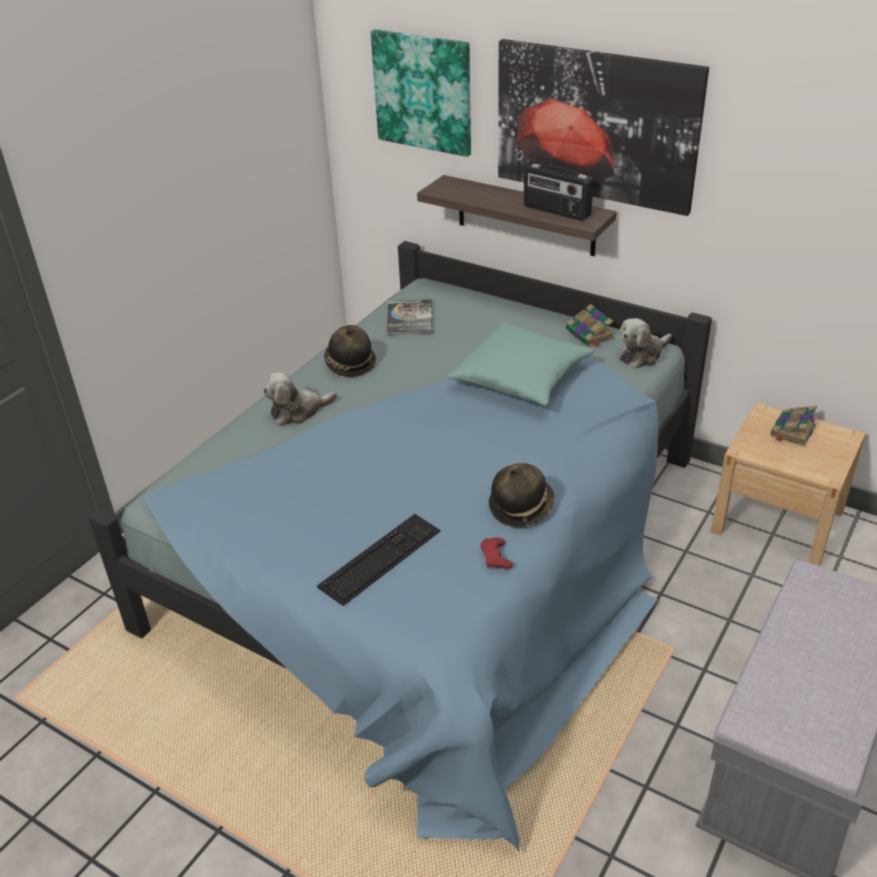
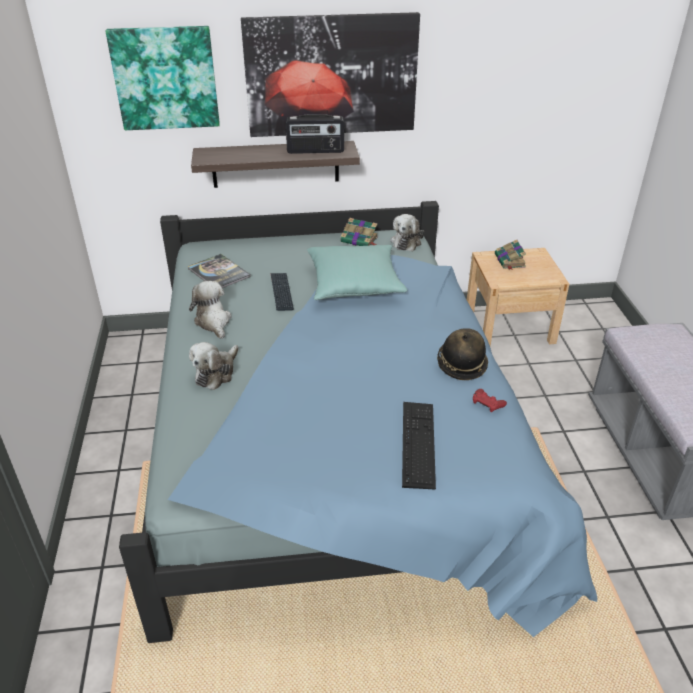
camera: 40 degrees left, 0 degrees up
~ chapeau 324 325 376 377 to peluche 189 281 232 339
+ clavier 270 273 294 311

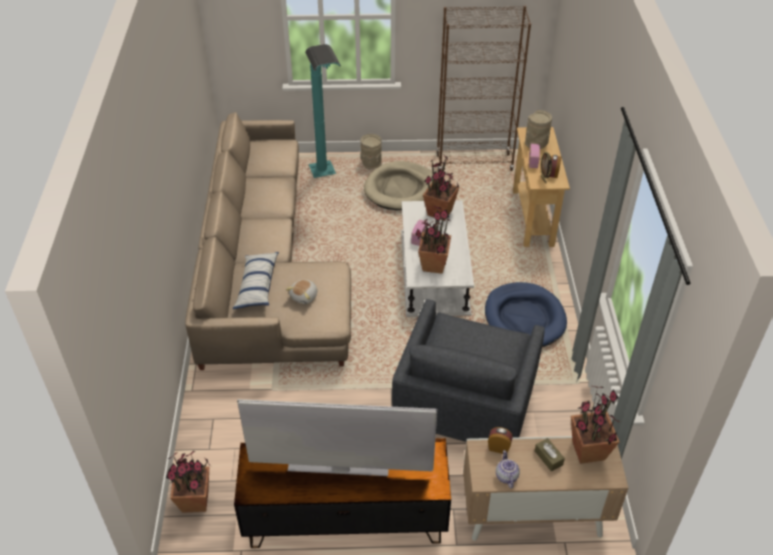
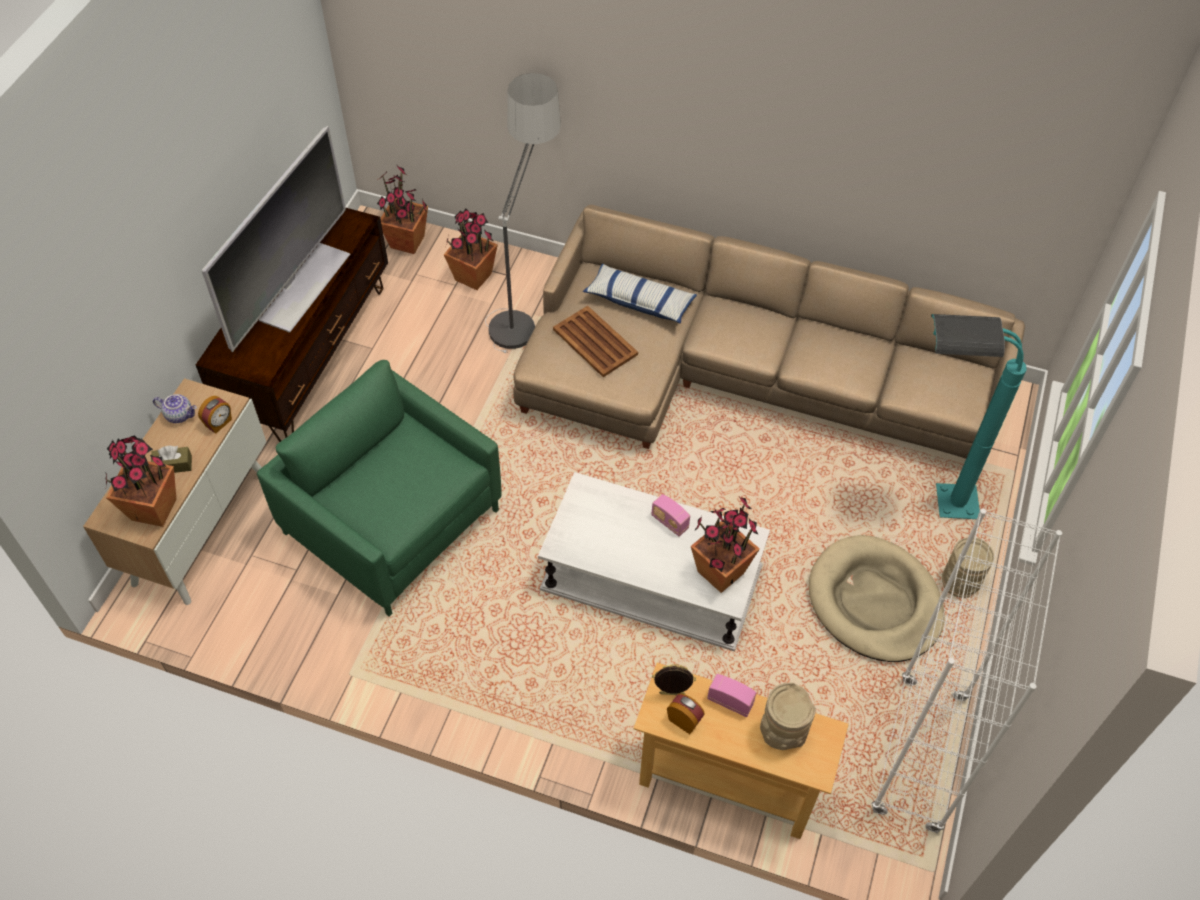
camera: 110 degrees right, 10 degrees up
~ peluche 286 280 318 304 to plateau [marron] 553 306 638 377
~ fauteuil [gris] 392 299 545 442 to fauteuil [vert] 257 360 502 617
~ plante en pot 415 205 452 274 to 444 209 498 290
~ bibliothèque [marron] 436 6 531 171 to bibliothèque [blanc] 872 509 1062 834
- panier pour chien [bleu] 485 282 567 347
+ lampadaire 485 73 561 353

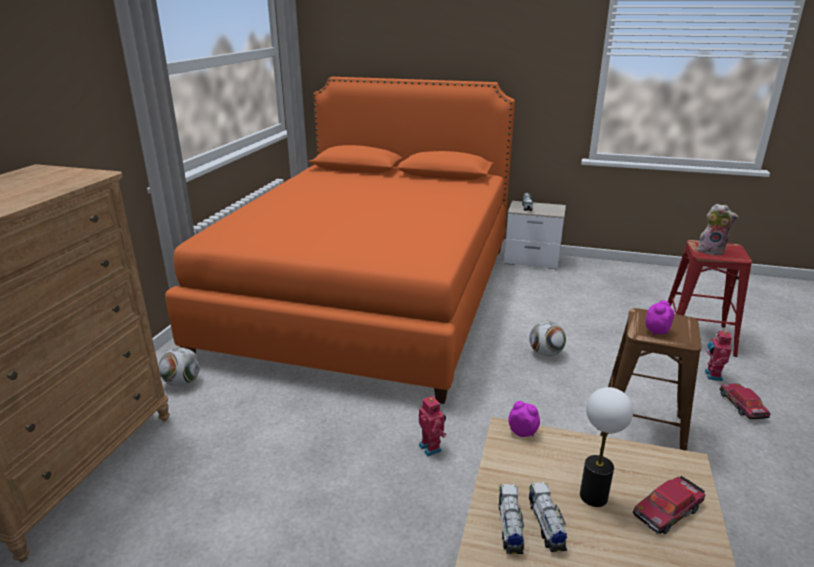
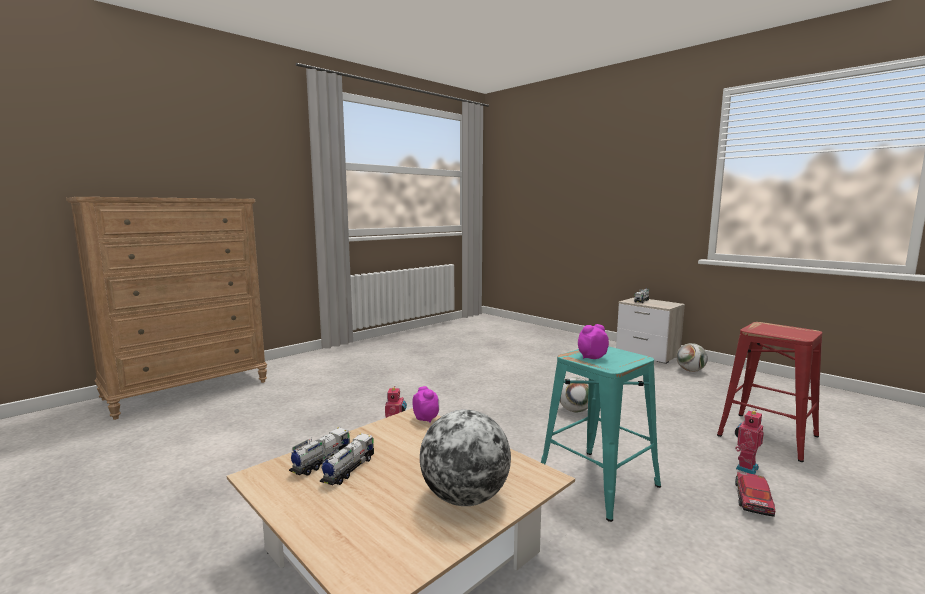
camera: 30 degrees right, 15 degrees down
~ ballon de foot 159 347 200 386 to 676 343 708 372
- lit [orange] 165 77 515 404
- lampe de table 580 387 633 507
~ tabouret [marron] 600 308 702 451 to tabouret [turquoise] 541 346 661 522
~ petite voiture 633 476 705 534 to globe 420 410 511 506
- peluche 697 204 739 255

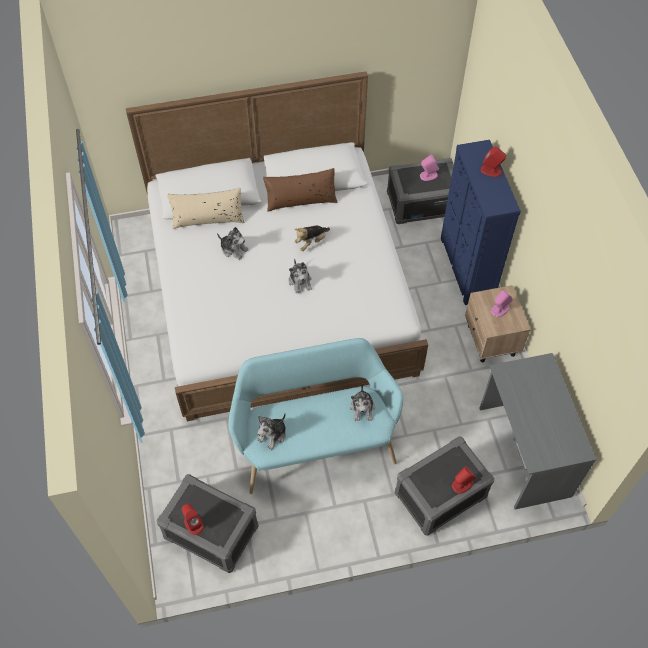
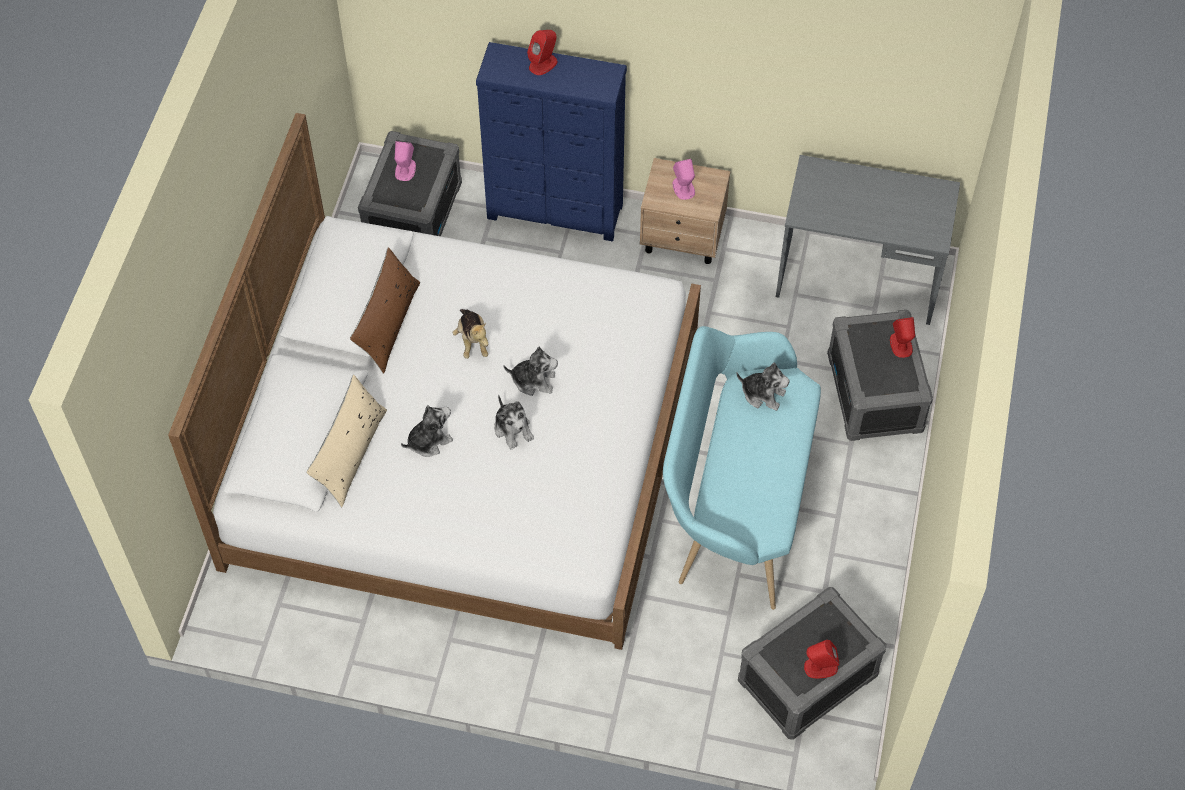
camera: 65 degrees left, 0 degrees up
~ peluche 257 414 286 450 to 494 395 534 449

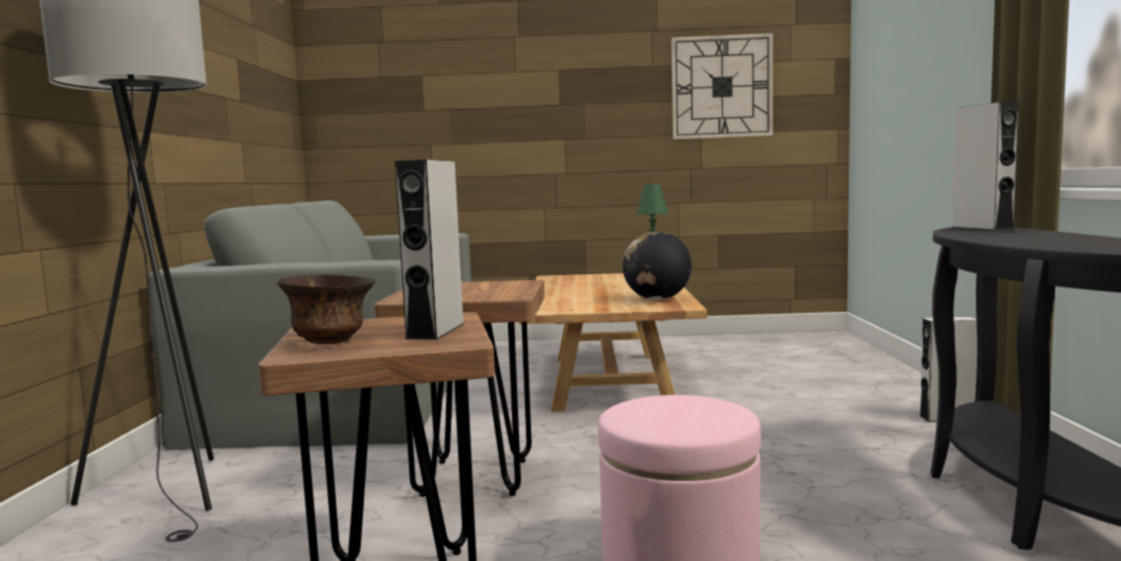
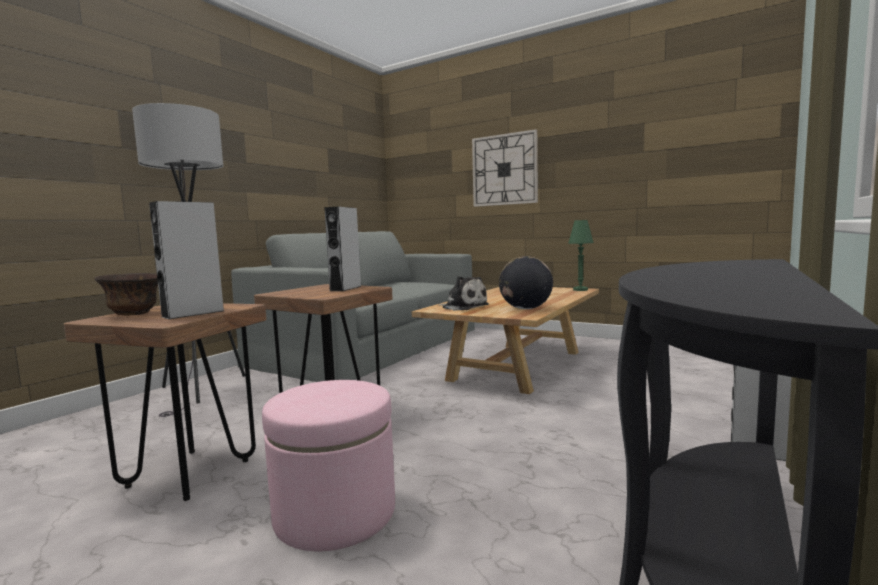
camera: 30 degrees right, 0 degrees up
~ horloge murale 671 33 773 140 to 472 129 538 207
~ enceinte [gris] 951 102 1019 231 to 324 207 361 291
+ peluche 439 276 489 311

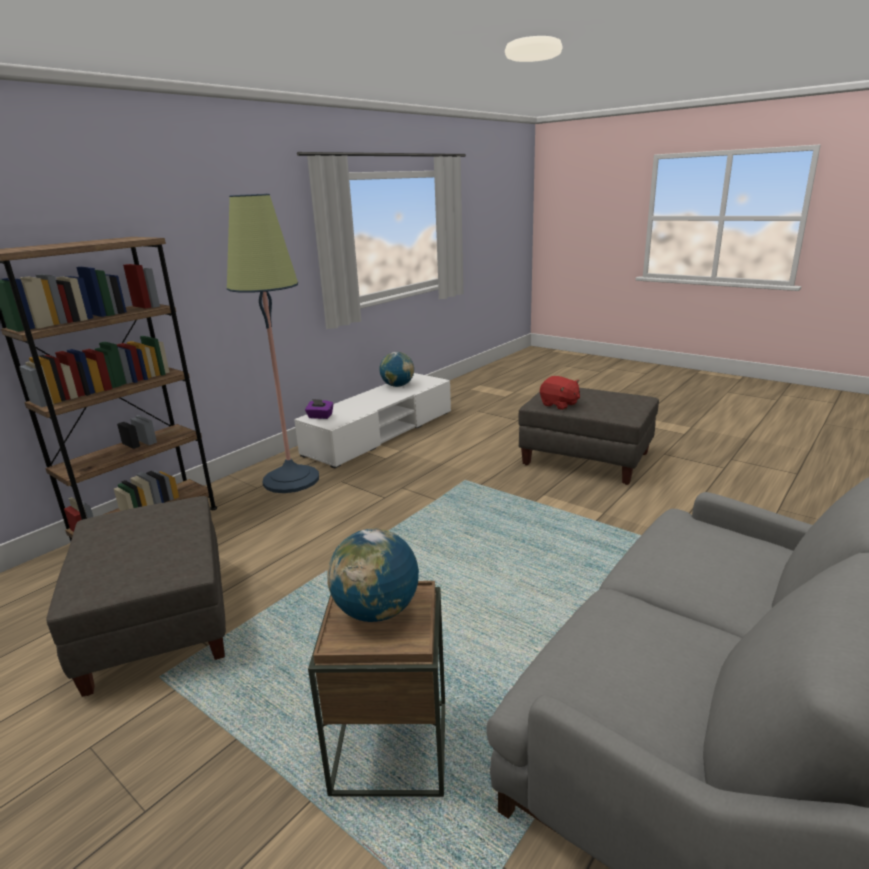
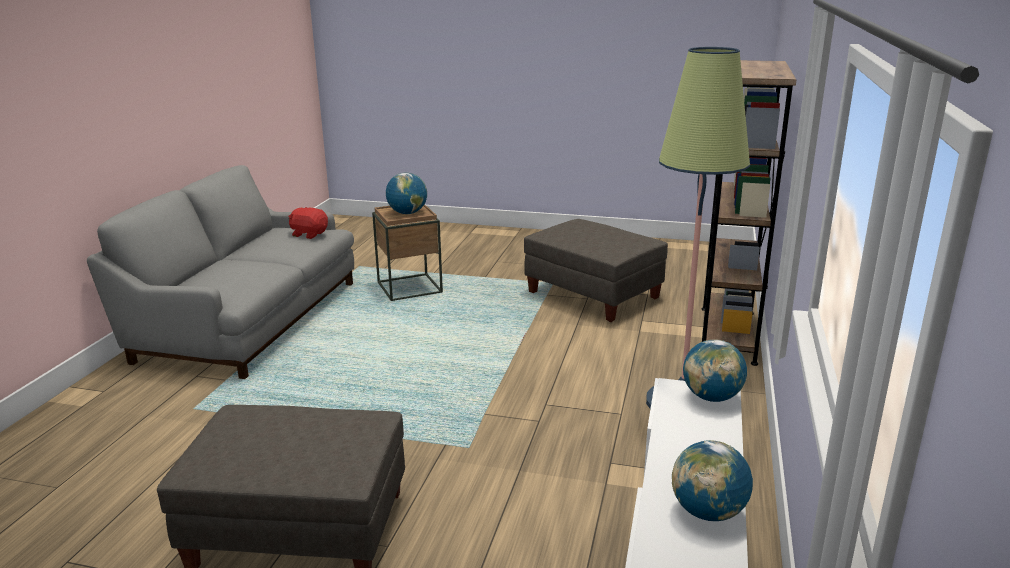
camera: 155 degrees right, 0 degrees up
~ boîte à mouchoirs [violet] 305 399 333 419 to globe 683 339 747 402
~ peluche [rouge] 540 376 580 410 to 288 207 328 239

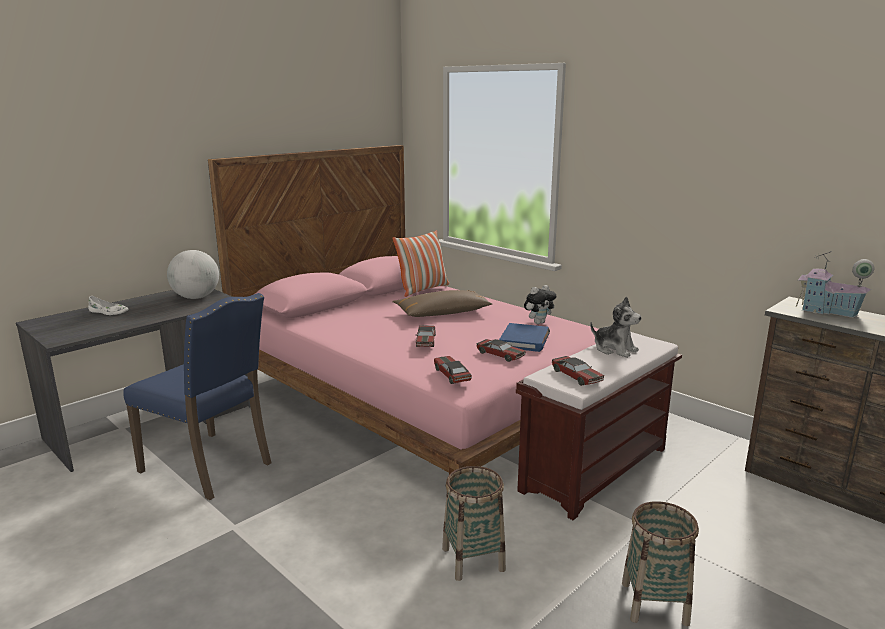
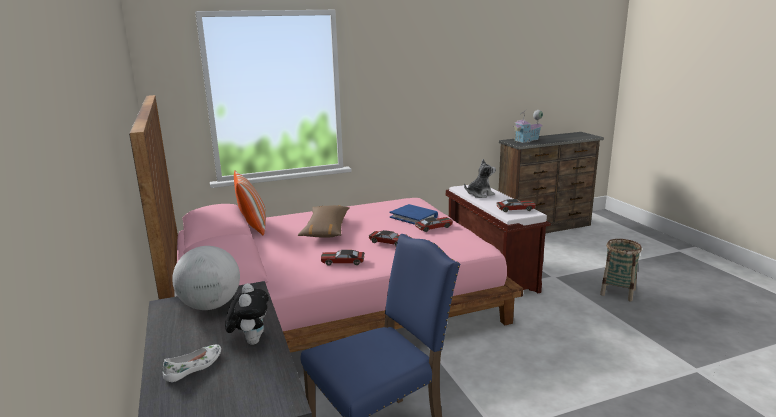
camera: 65 degrees left, 0 degrees up
~ petite voiture 434 356 472 384 to 321 250 365 266
- panier 442 466 506 581
~ peluche 524 285 556 324 to 225 283 269 345

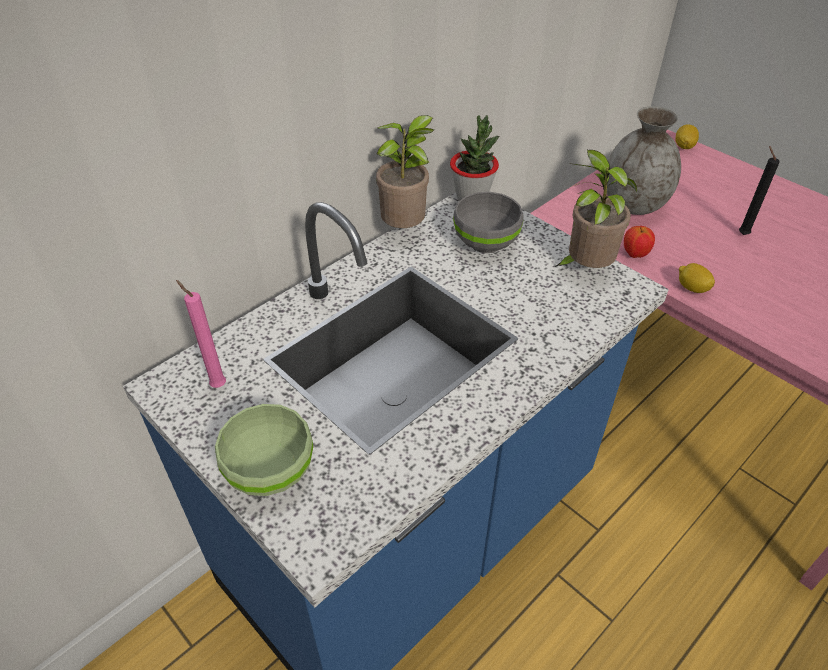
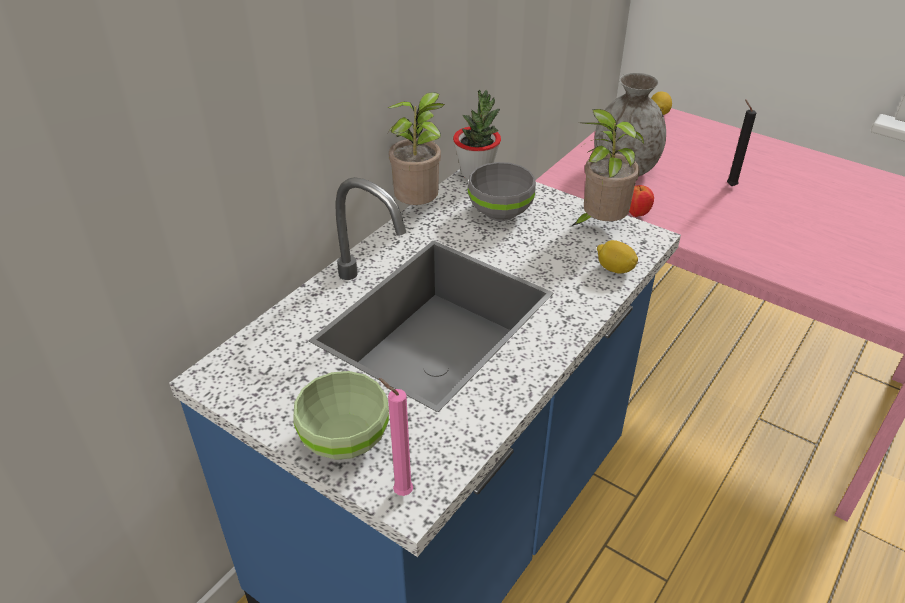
camera: 10 degrees left, 5 degrees down
~ bougie [rose] 176 280 226 388 to 379 378 413 496
~ citron 679 263 715 293 to 597 240 638 274

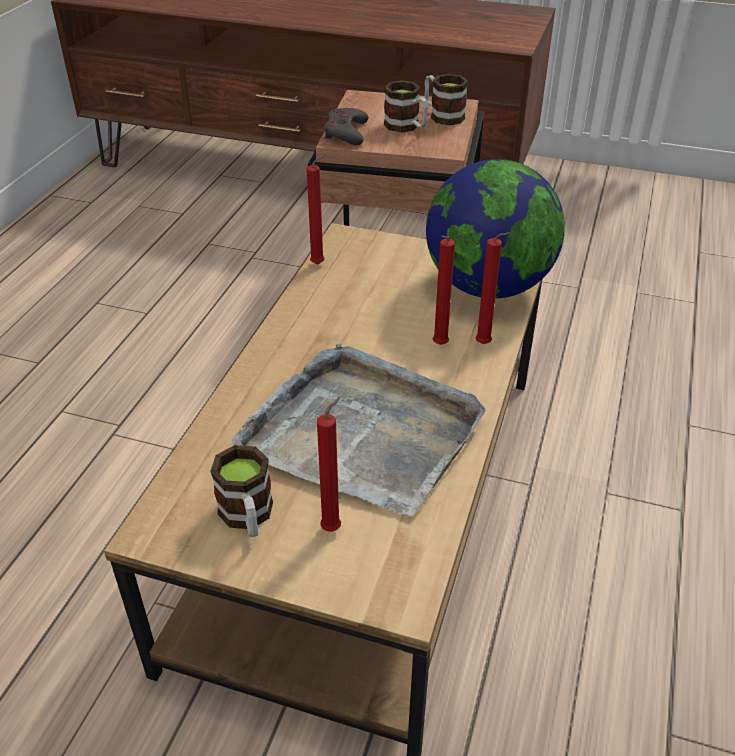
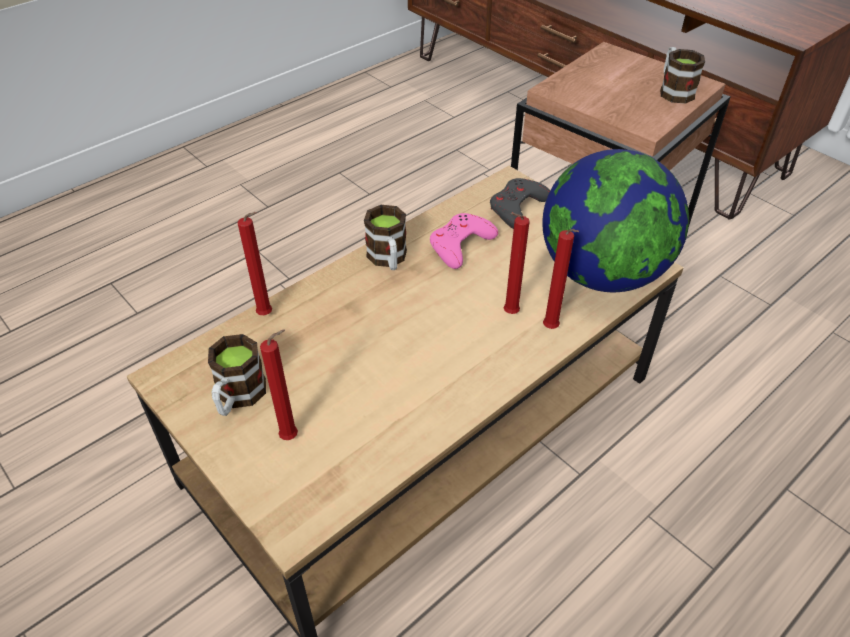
camera: 30 degrees right, 5 degrees up
- plateau [gris] 231 343 486 516
~ bougie [rouge] 307 154 326 265 to 237 212 272 315
~ manette [gris] 324 108 368 145 to 490 178 550 229
~ mug 384 80 428 133 to 364 205 407 270
+ manette [rose] 430 213 498 269

